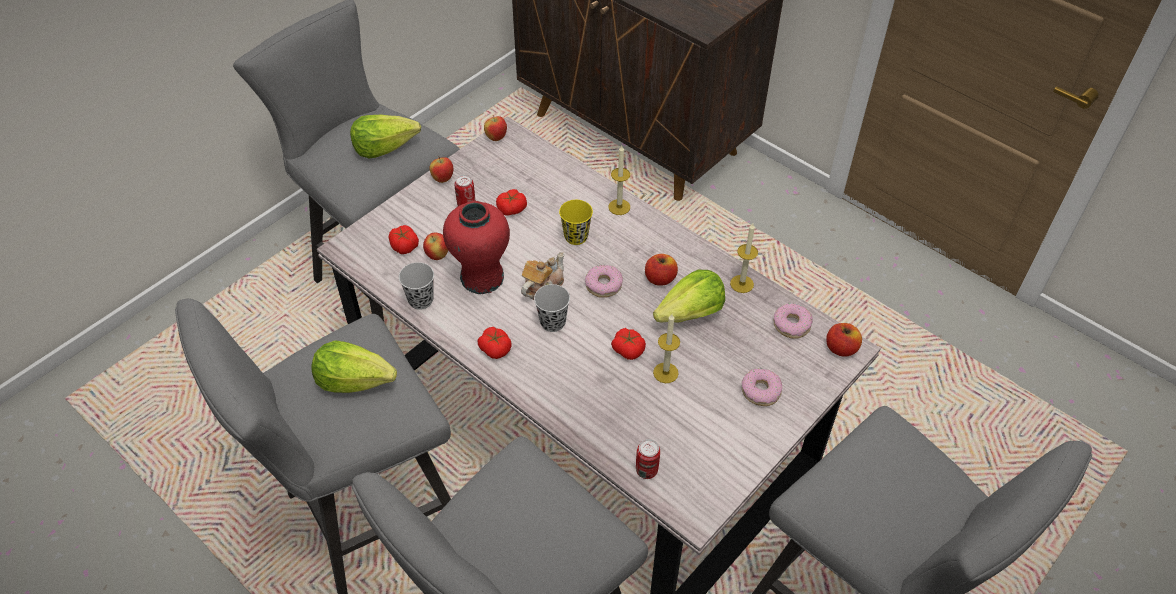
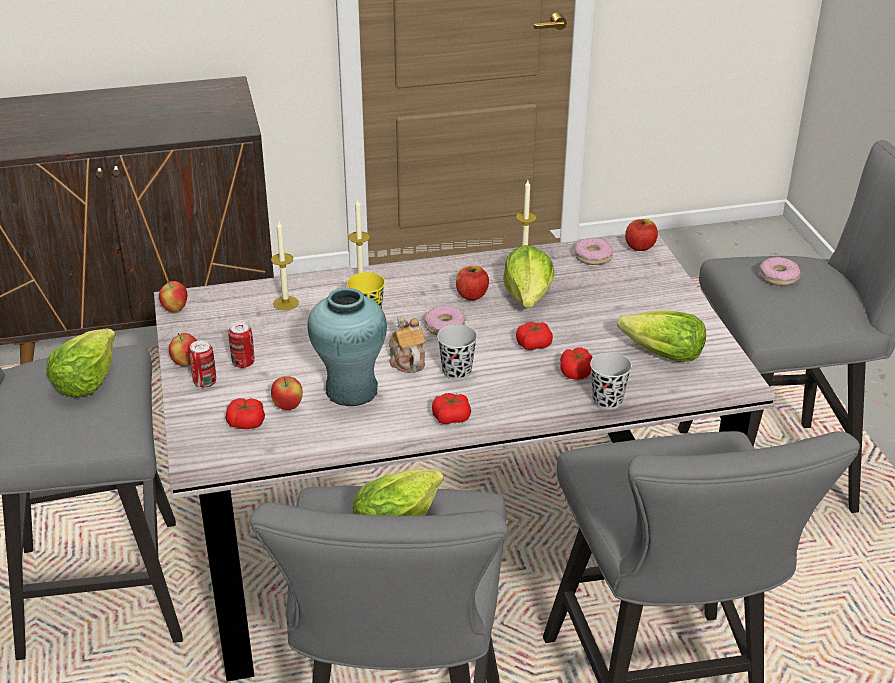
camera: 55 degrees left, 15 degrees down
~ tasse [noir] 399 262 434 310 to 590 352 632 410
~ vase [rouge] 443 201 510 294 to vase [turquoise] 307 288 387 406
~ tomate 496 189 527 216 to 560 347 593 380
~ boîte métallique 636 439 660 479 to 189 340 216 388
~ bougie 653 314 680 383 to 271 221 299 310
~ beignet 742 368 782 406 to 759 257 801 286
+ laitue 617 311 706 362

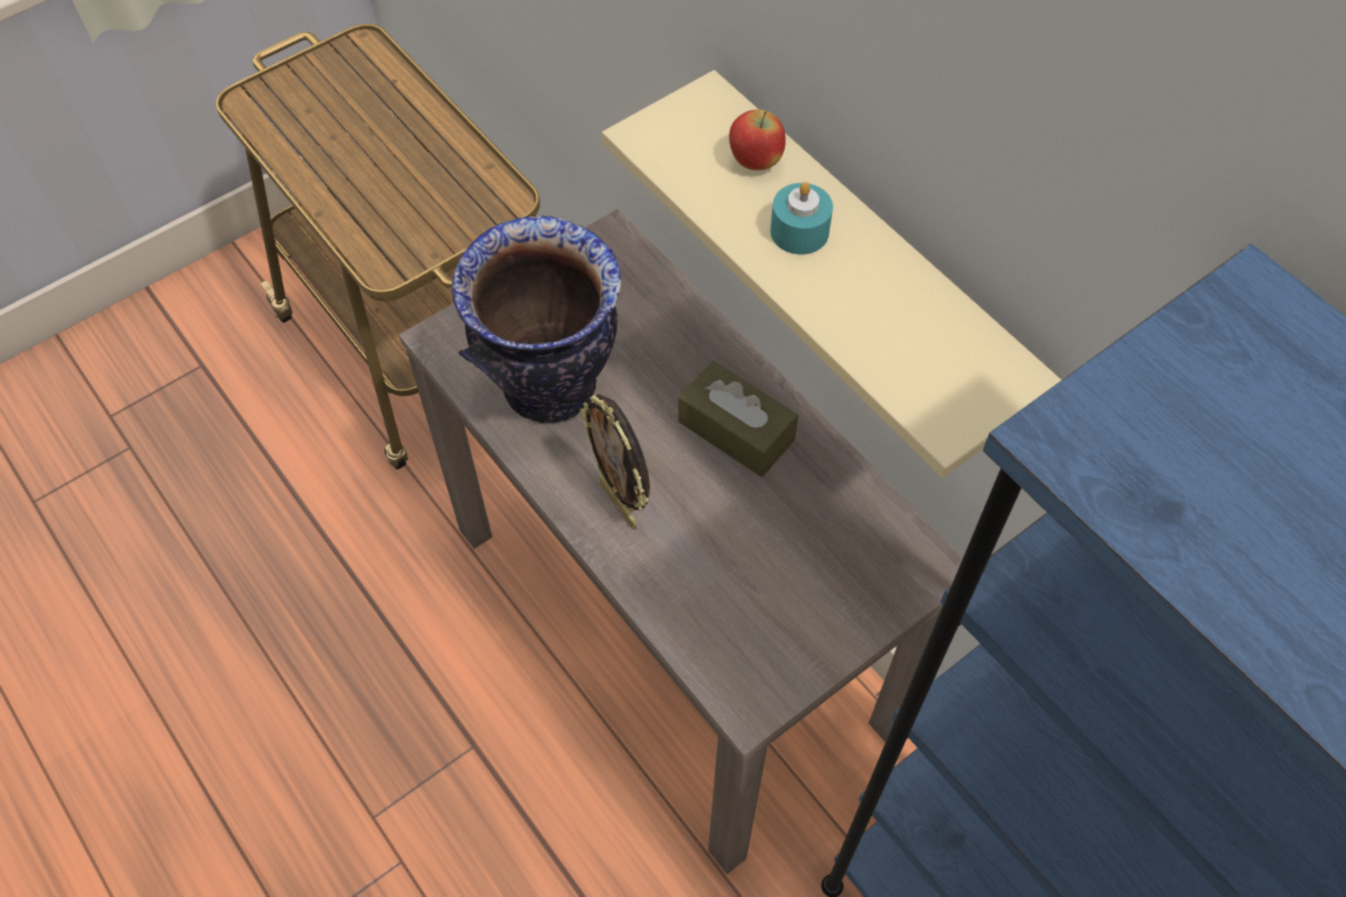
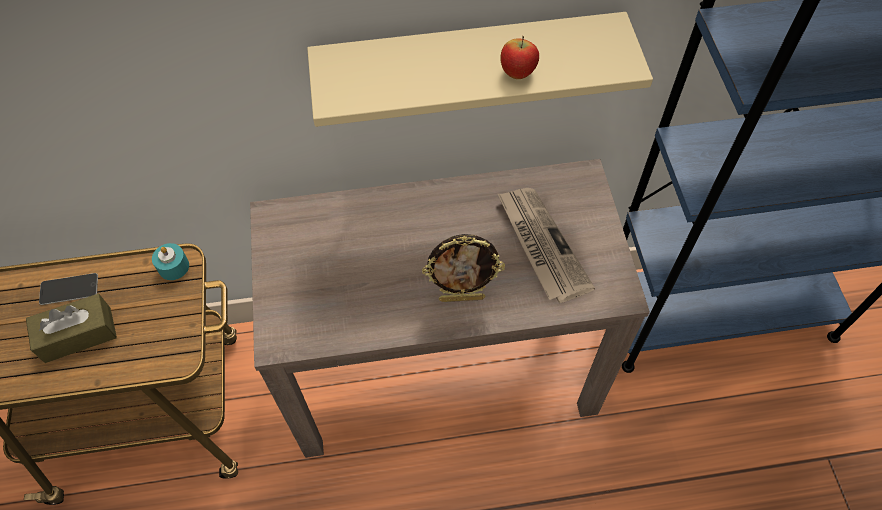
camera: 60 degrees left, 0 degrees up
- vase 452 216 621 423
~ boîte à mouchoirs [marron] 678 361 798 477 to 26 294 117 363
~ pomme 729 109 786 170 to 500 36 539 79
~ bougie [turquoise] 770 182 833 255 to 152 243 189 280
+ téléphone 39 273 98 305
+ journal 498 188 595 303

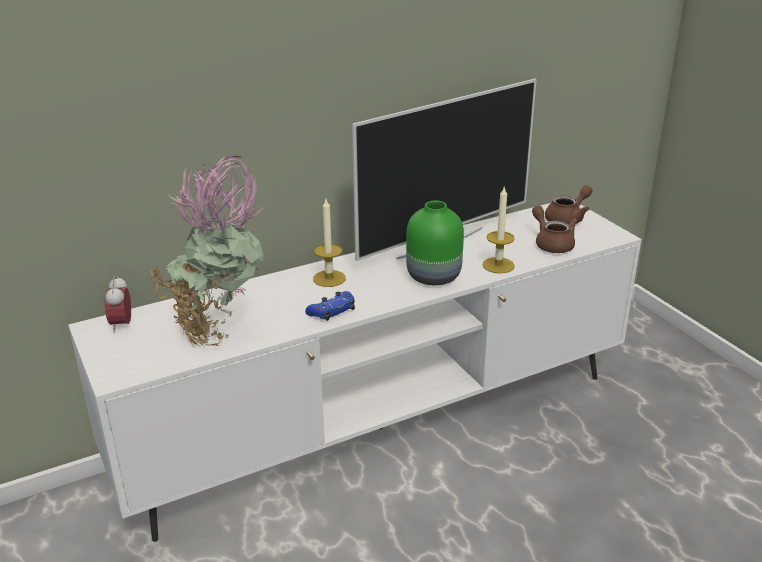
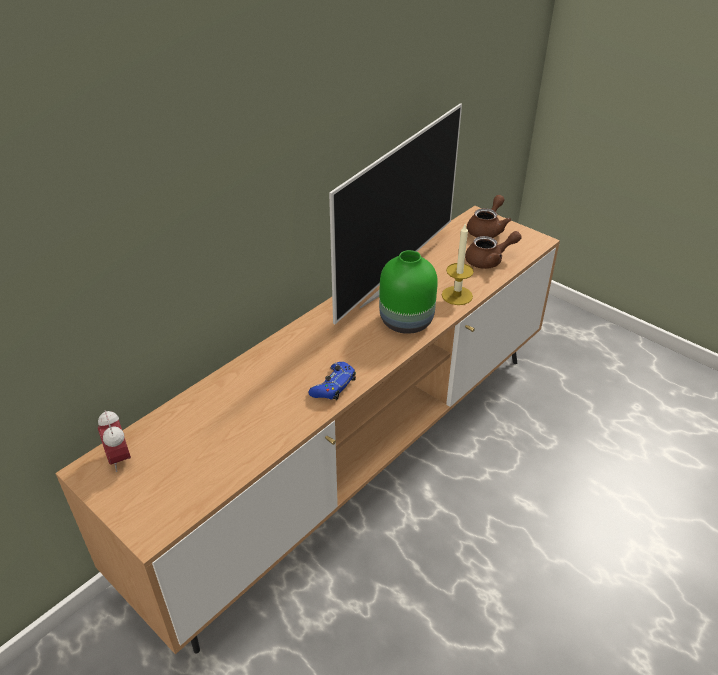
camera: 20 degrees left, 10 degrees up
~ meuble télé [blanc] 68 203 641 542 to meuble télé [marron] 55 206 560 654
- plante en pot 149 156 263 347
- bougie 313 199 346 287
~ théière [marron] 532 206 577 253 = 465 231 522 269 120 degrees clockwise

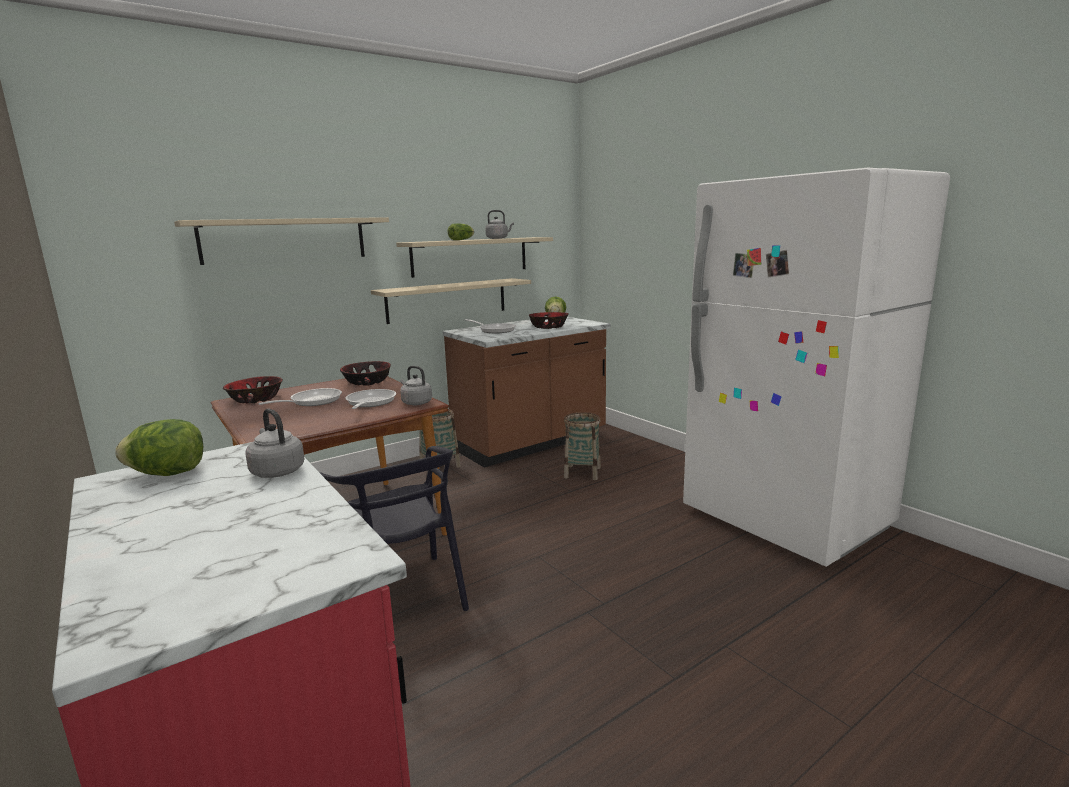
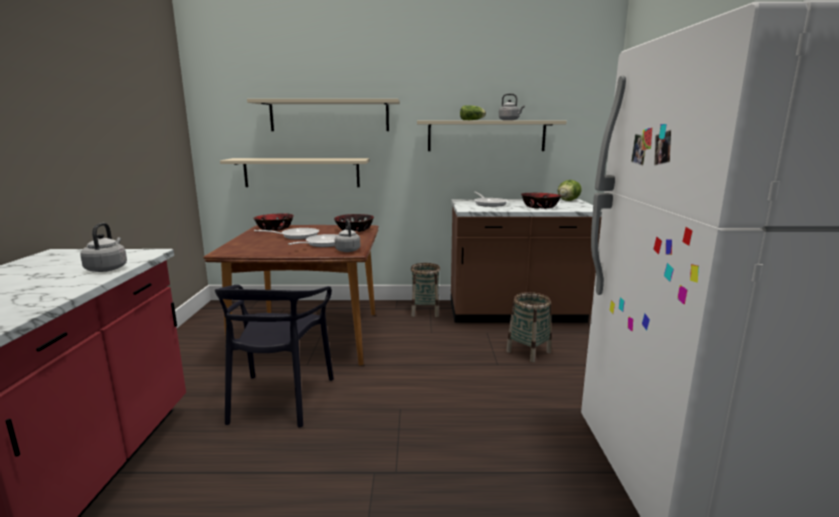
camera: 35 degrees right, 0 degrees up
- laitue 115 419 203 476
~ étagère [beige] 371 278 531 324 to 220 158 370 187

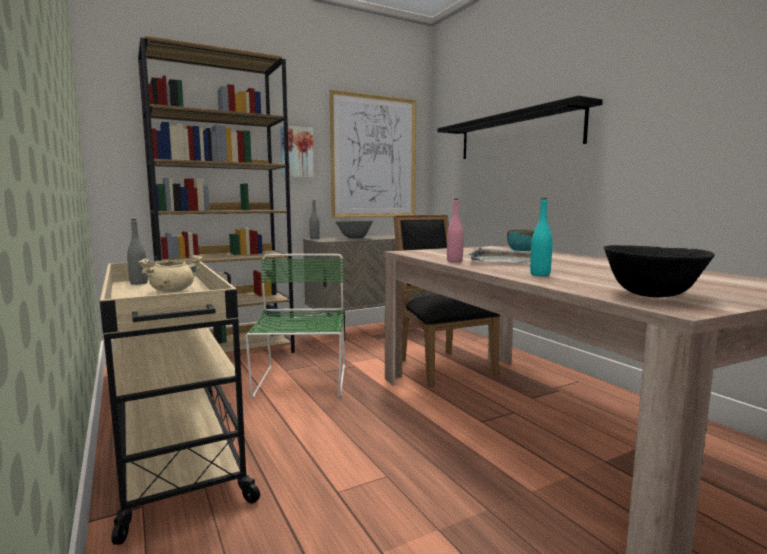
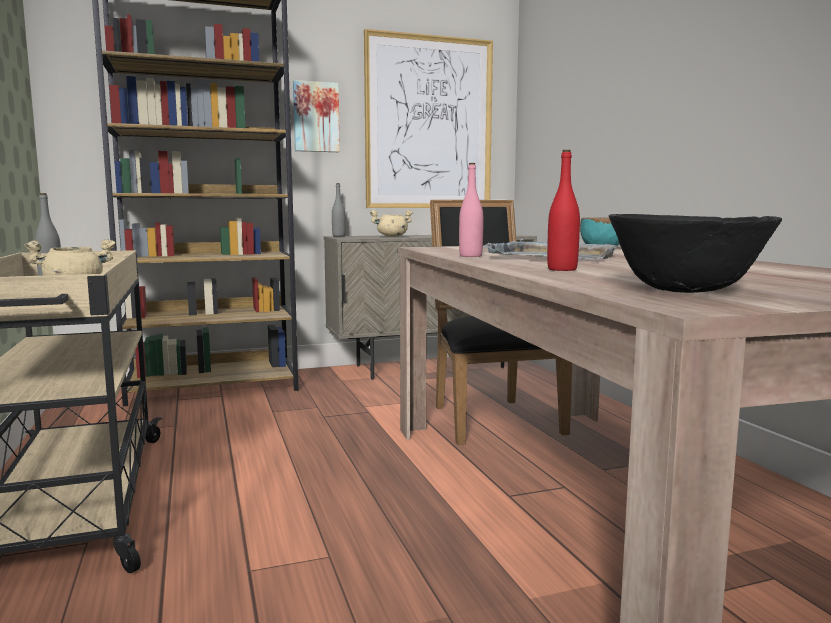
camera: 10 degrees right, 0 degrees up
- chaise [vert] 246 254 345 398
~ bol [gris] 335 220 373 239 to marmite [beige] 369 210 413 237
- étagère [noir] 438 96 603 159
~ bouteille [turquoise] 530 198 553 276 to bouteille [rouge] 547 150 580 271

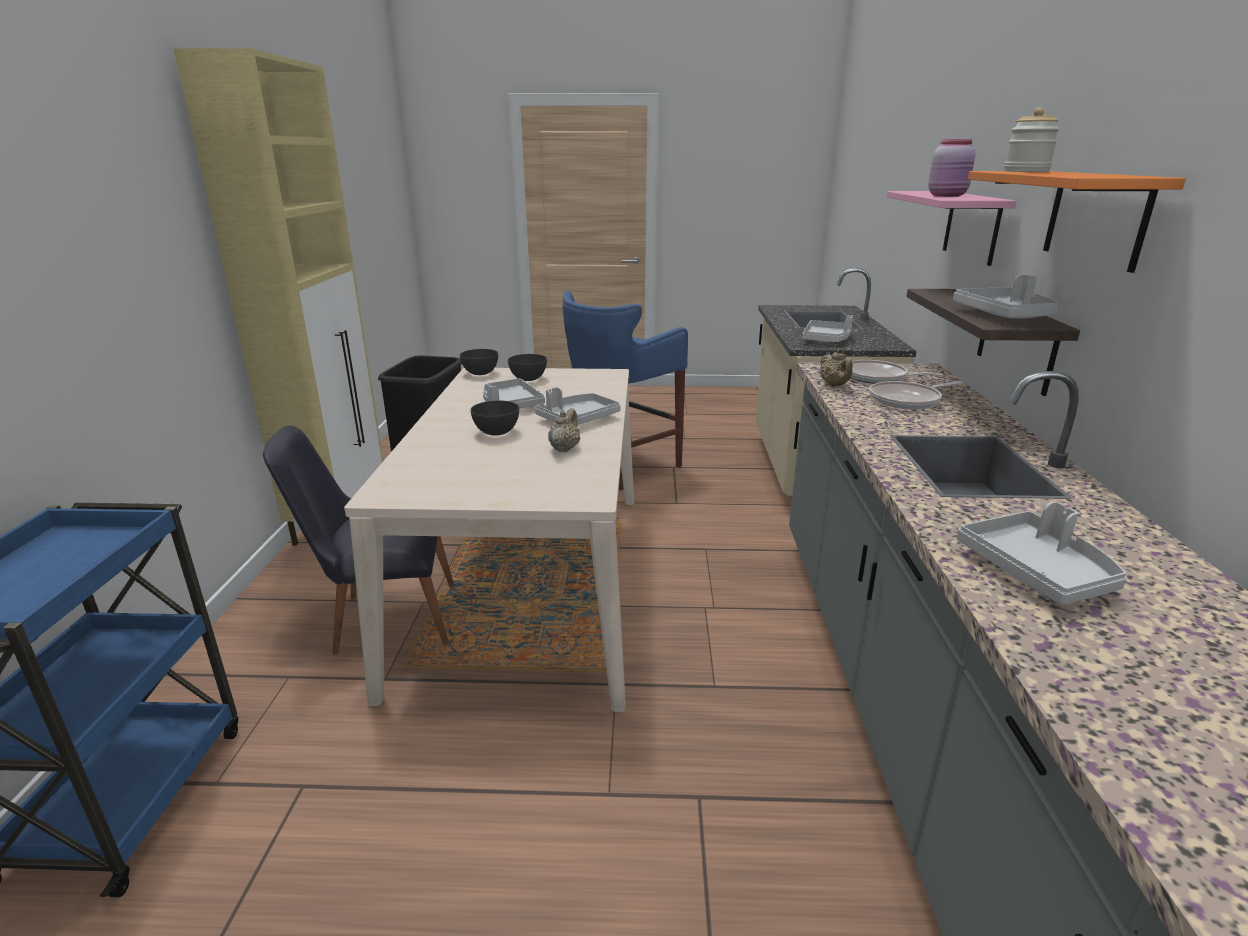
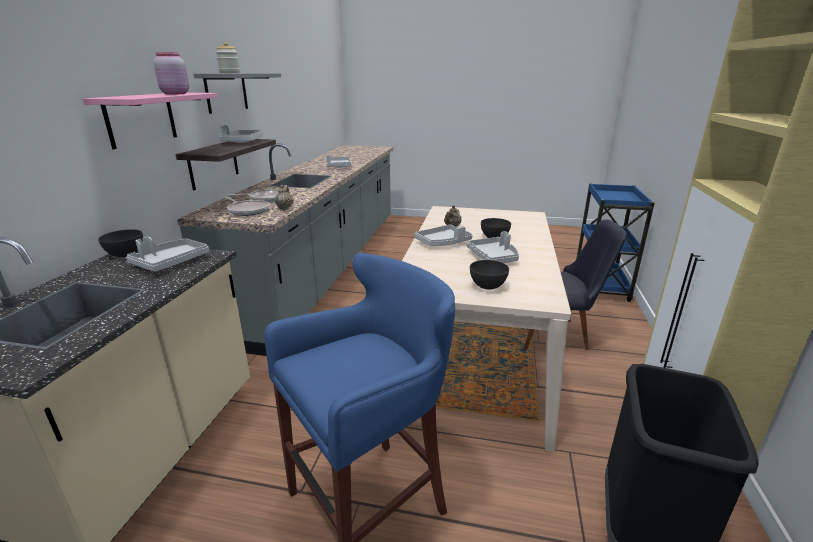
camera: 170 degrees left, 0 degrees up
~ bol [gris] 460 349 498 375 to 98 229 143 257
~ étagère [orange] 968 171 1186 273 to étagère [gris] 194 73 281 114

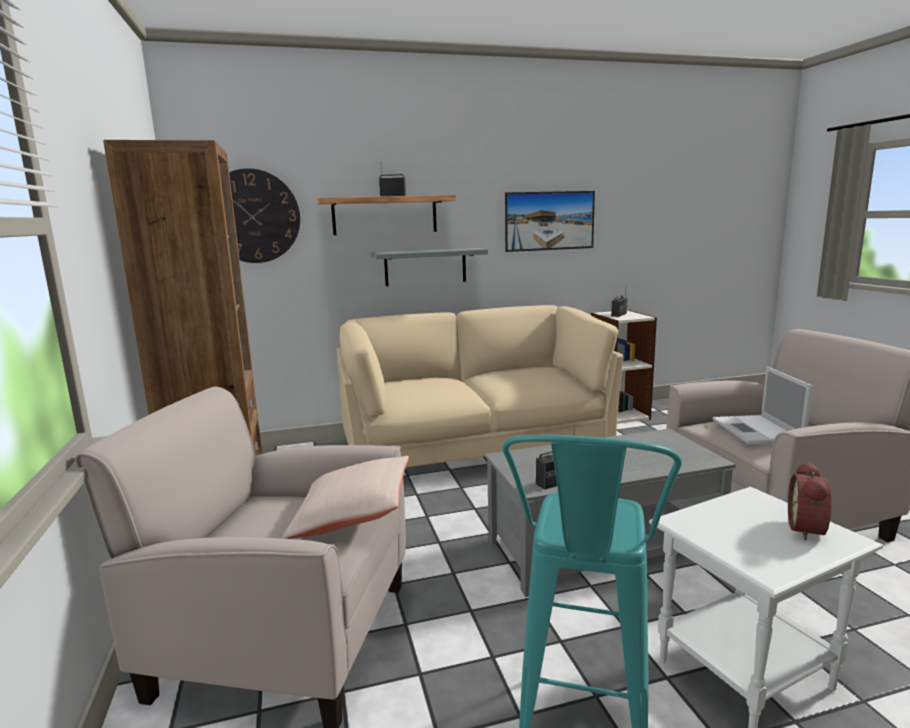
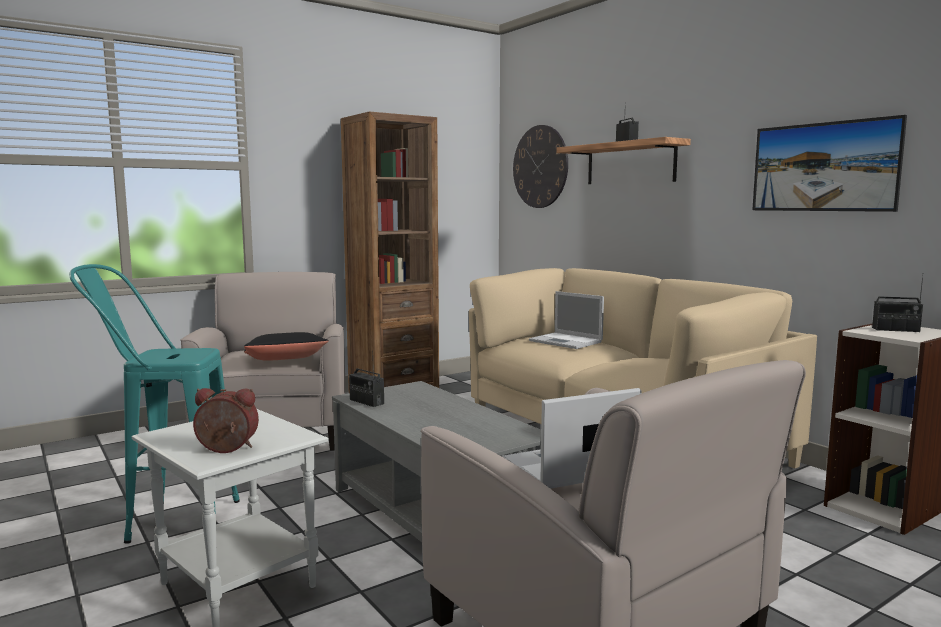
camera: 70 degrees right, 5 degrees down
~ coussin [beige] 283 456 409 539 to coussin [noir] 244 332 329 361
- étagère [gris] 371 248 488 286
+ ordinateur portable 529 291 604 349

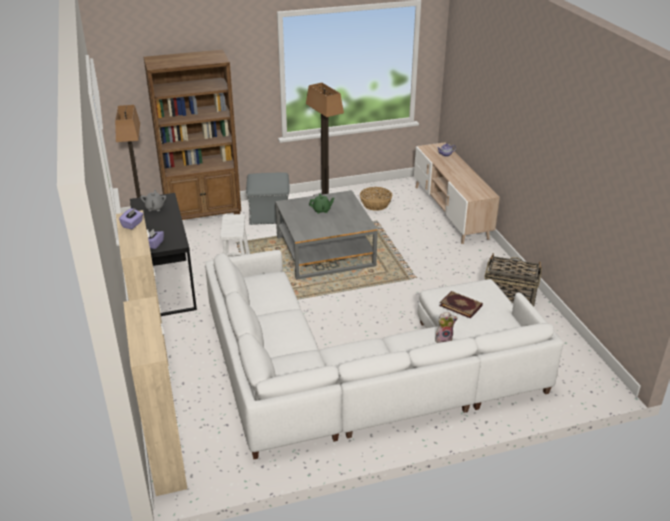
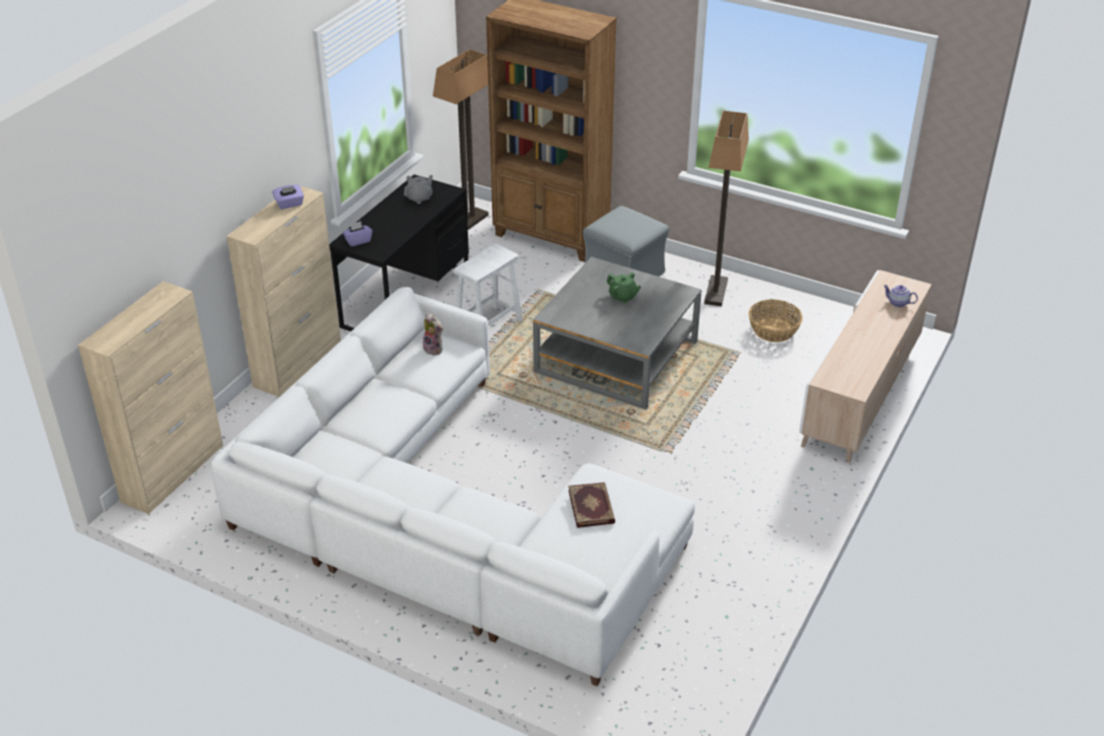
camera: 45 degrees right, 5 degrees up
~ peluche 435 312 458 343 to 423 313 443 356
- panier 484 253 542 306

